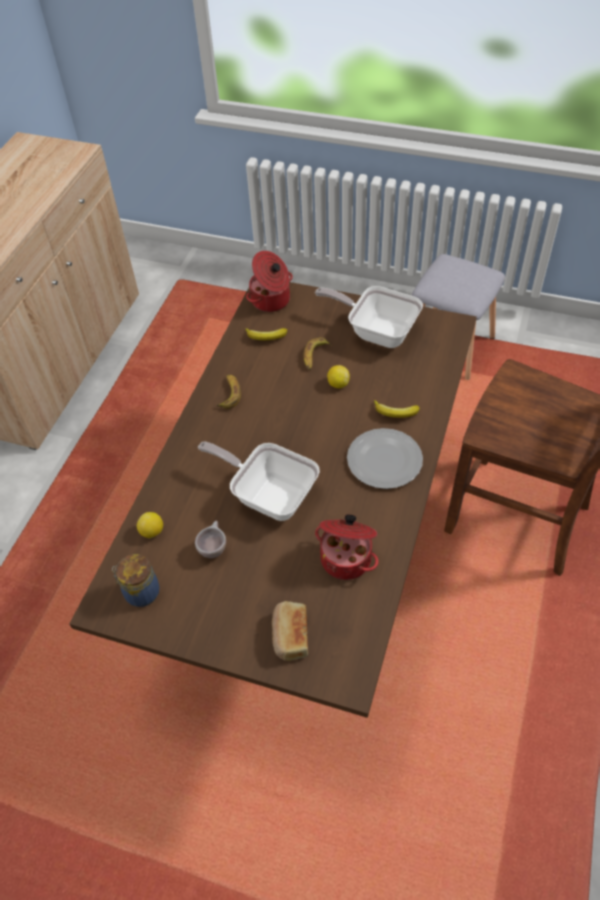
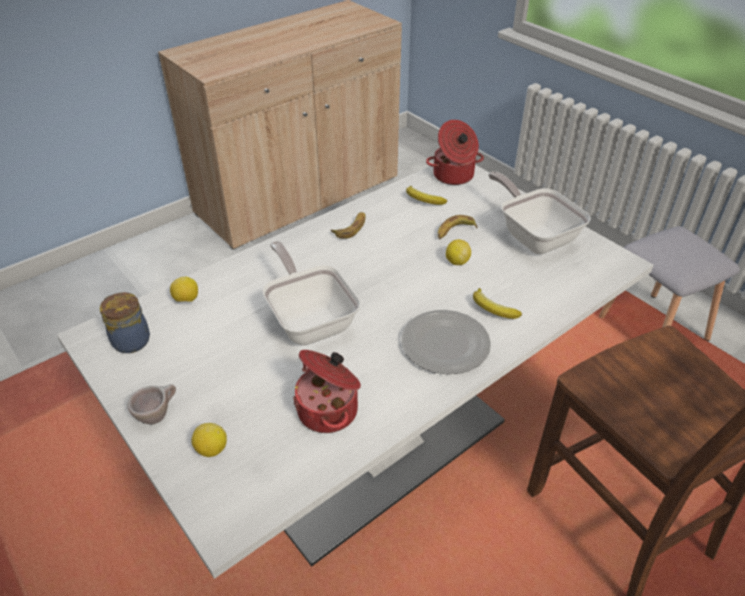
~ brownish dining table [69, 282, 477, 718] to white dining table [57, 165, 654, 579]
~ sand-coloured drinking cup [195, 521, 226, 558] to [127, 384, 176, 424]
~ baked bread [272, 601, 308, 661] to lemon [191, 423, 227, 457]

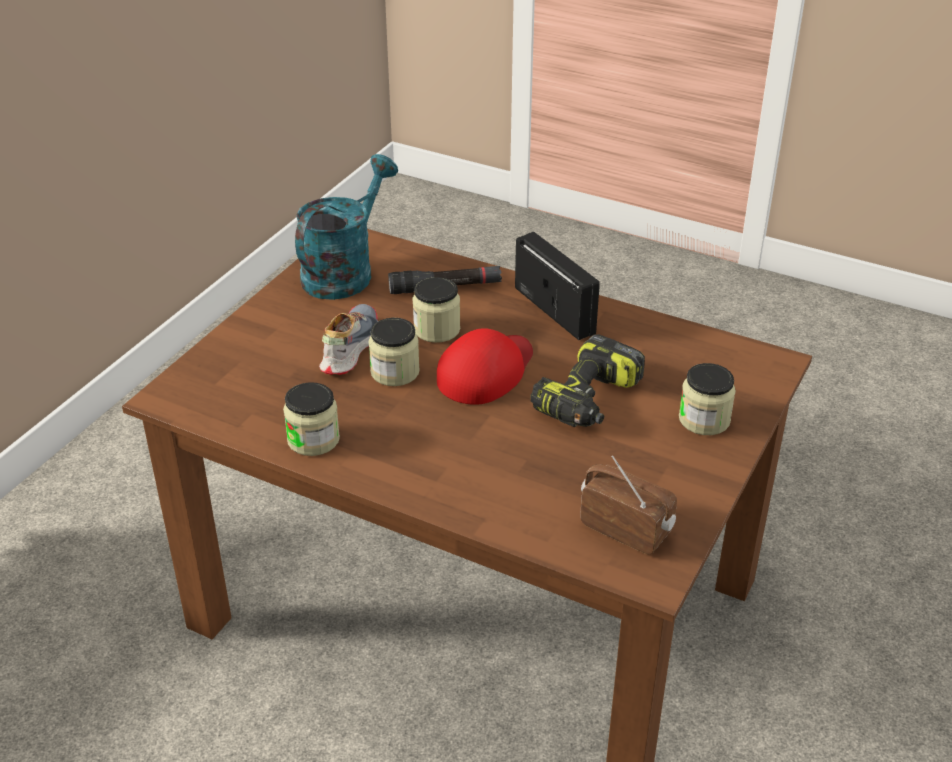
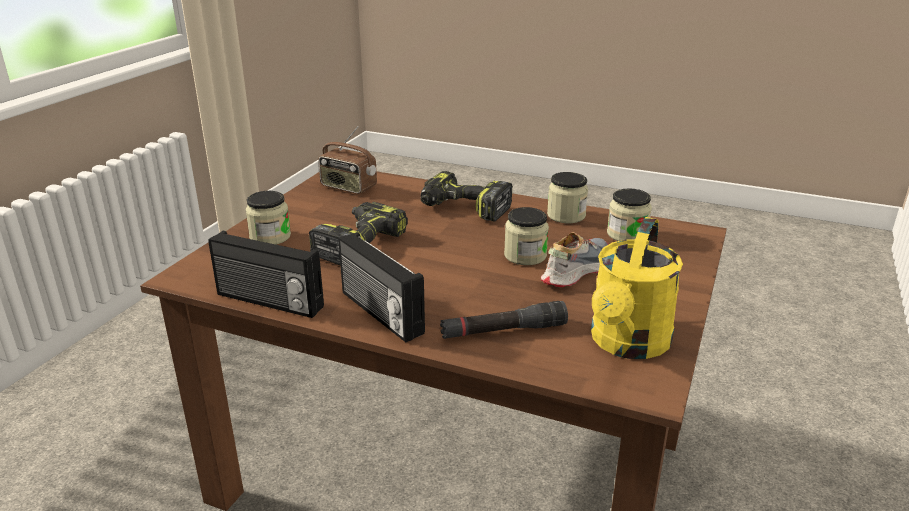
~ turquoise-coloured watering pot [295, 154, 398, 300] to yellow watering pot [591, 217, 683, 359]
~ low shoe [319, 304, 378, 375] = [541, 232, 609, 287] 150 degrees counterclockwise
~ jar [412, 277, 460, 343] to [607, 188, 652, 241]
- red cap [437, 328, 533, 405]
+ radio [208, 231, 324, 318]
+ electric drill [420, 171, 513, 222]

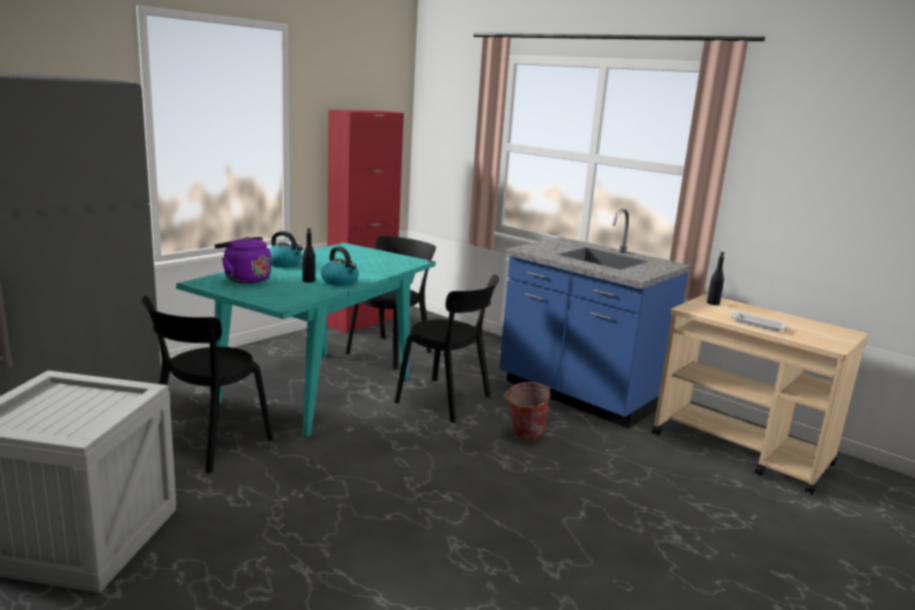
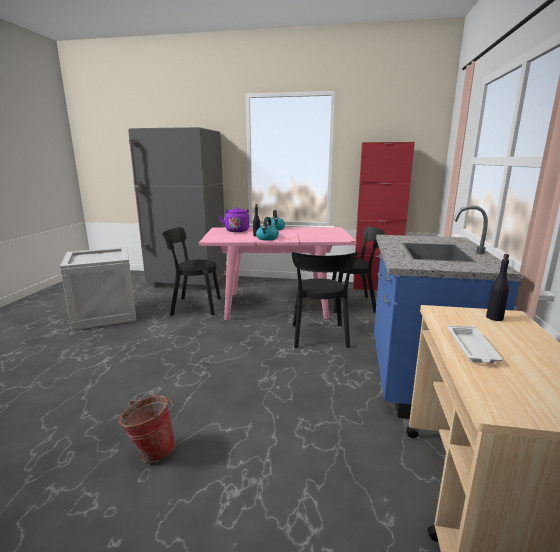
~ turquoise-coloured dining table [176, 243, 436, 437] to pink dining table [198, 227, 357, 321]
~ pail [504, 382, 551, 440] to [119, 395, 176, 463]

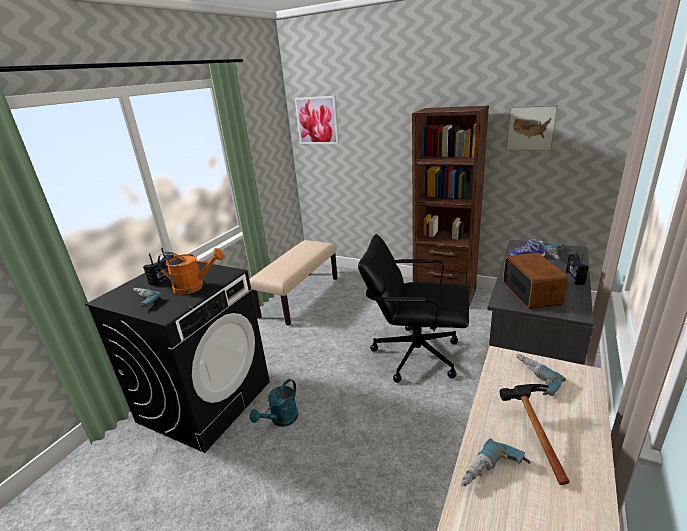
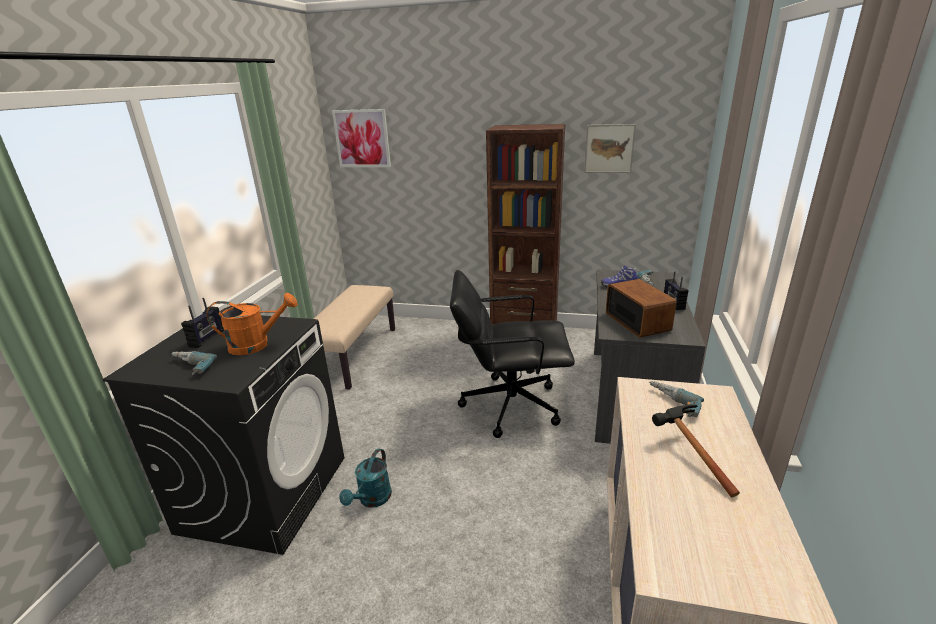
- electric drill [461, 438, 531, 486]

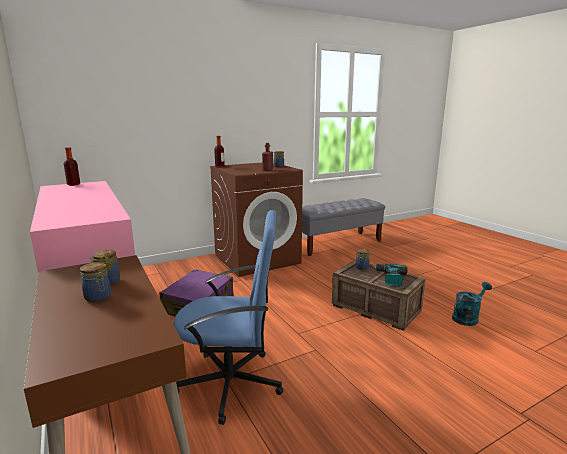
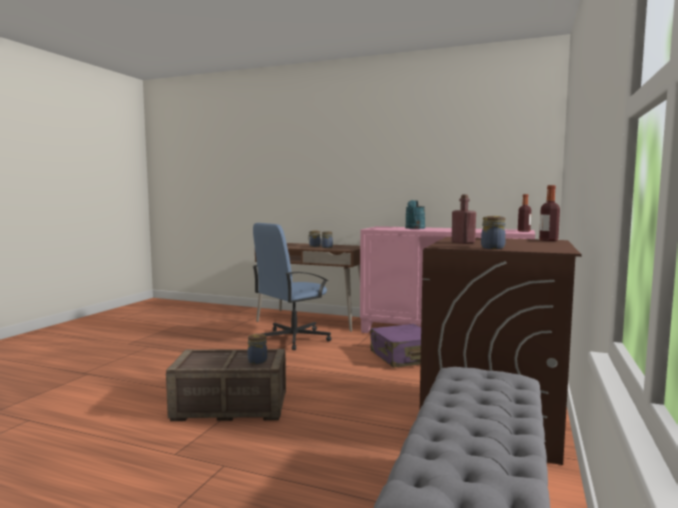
- electric drill [372, 264, 408, 287]
~ turquoise-coloured watering pot [452, 282, 492, 326] to [405, 200, 425, 229]

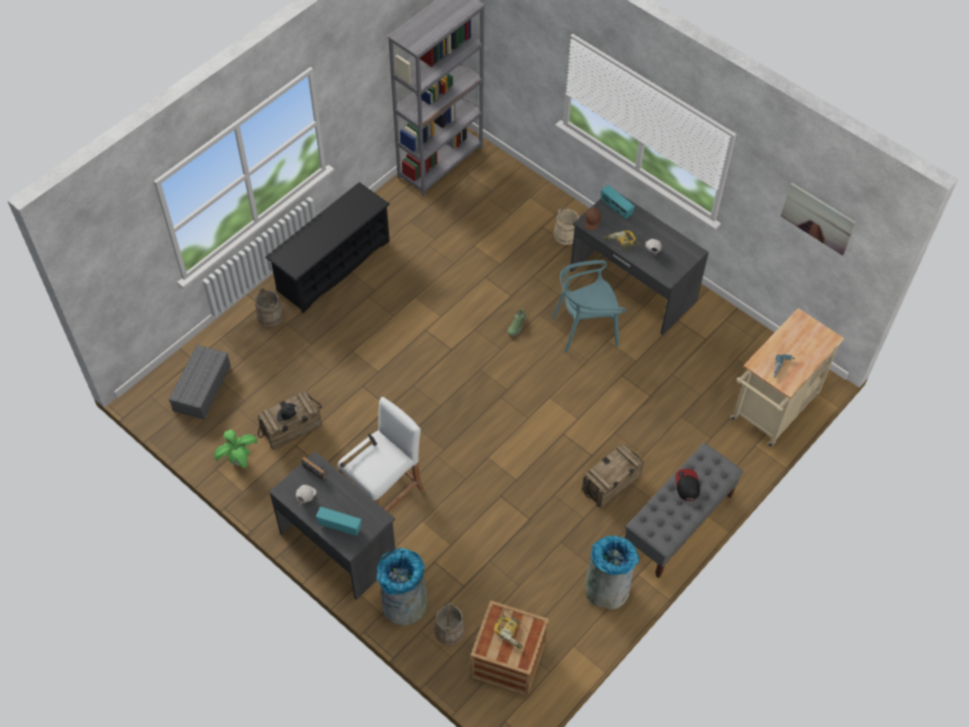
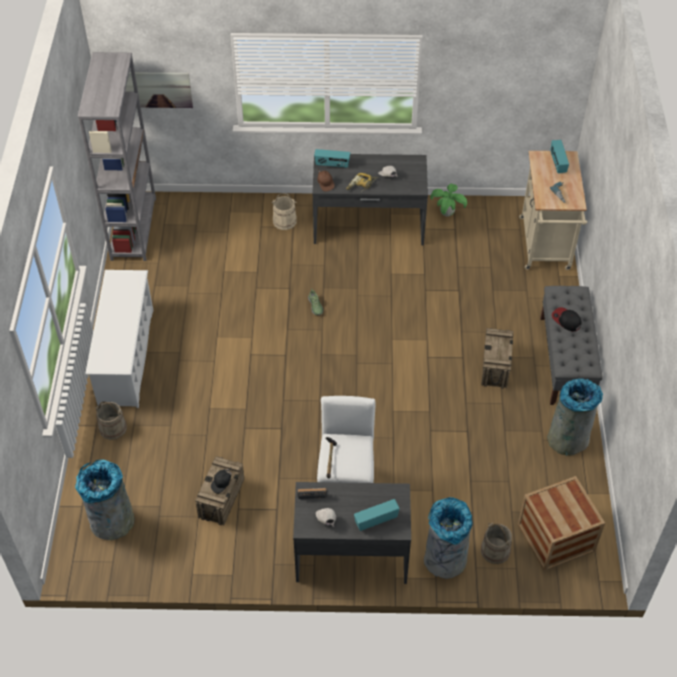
~ gray storage bin [169, 345, 231, 420] to gray rubbish bin [75, 460, 134, 540]
~ houseplant [214, 430, 257, 468] to [430, 184, 467, 217]
~ blackish shoe rack [265, 182, 390, 313] to white shoe rack [85, 270, 153, 408]
- electric drill [494, 609, 528, 649]
- turquoise-coloured upright chair [552, 260, 626, 353]
~ wall picture [781, 182, 856, 256] to [126, 72, 193, 108]
+ radio [550, 140, 569, 174]

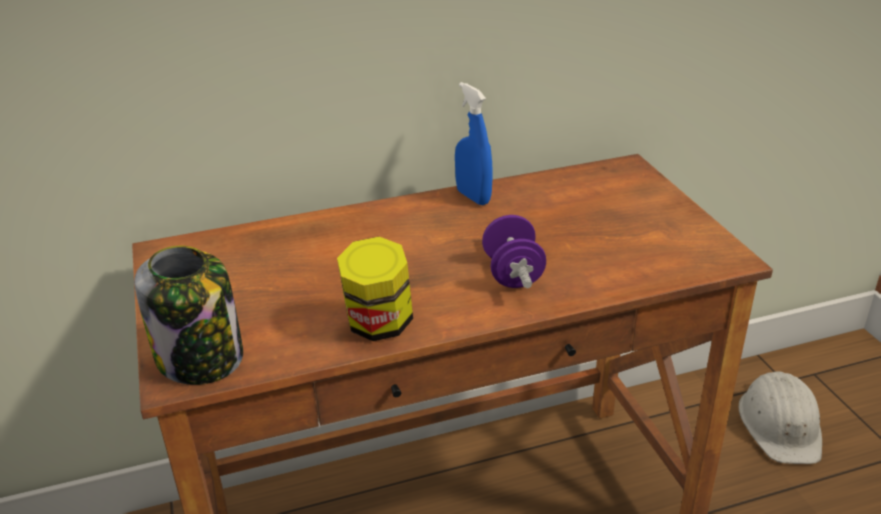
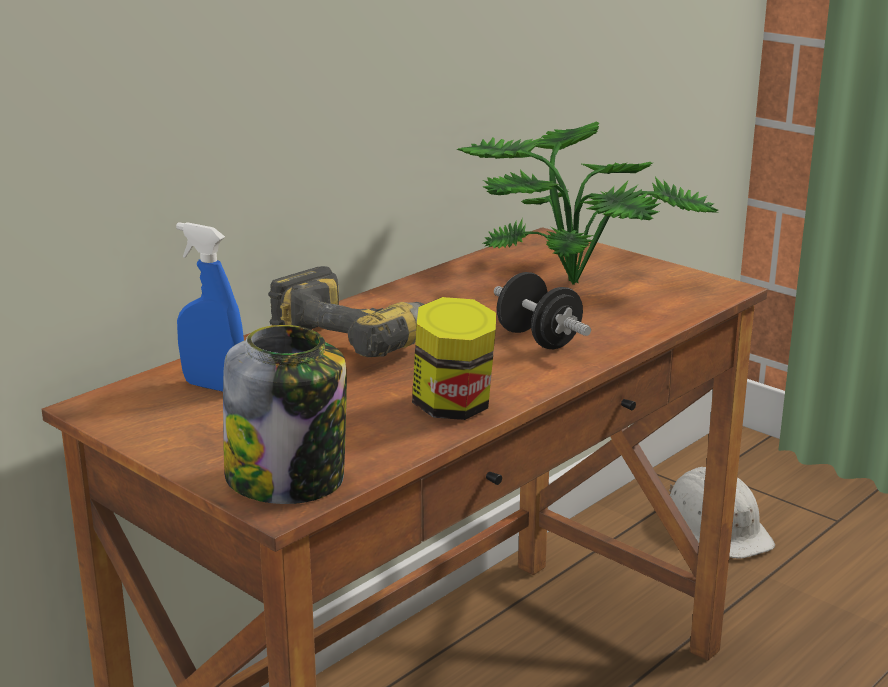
~ blue sprayer [455, 82, 493, 205] to [176, 222, 244, 392]
~ purple dumbbell [482, 215, 546, 288] to blackish dumbbell [494, 272, 591, 349]
+ electric drill [268, 266, 424, 357]
+ houseplant [456, 121, 718, 284]

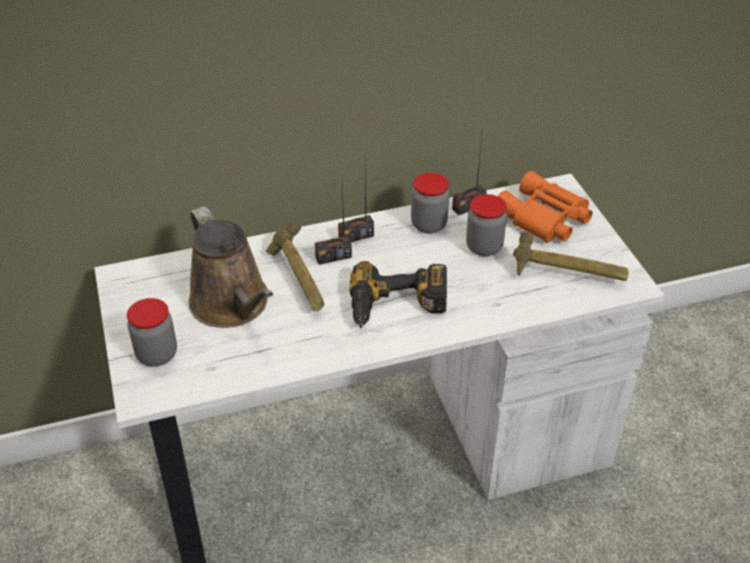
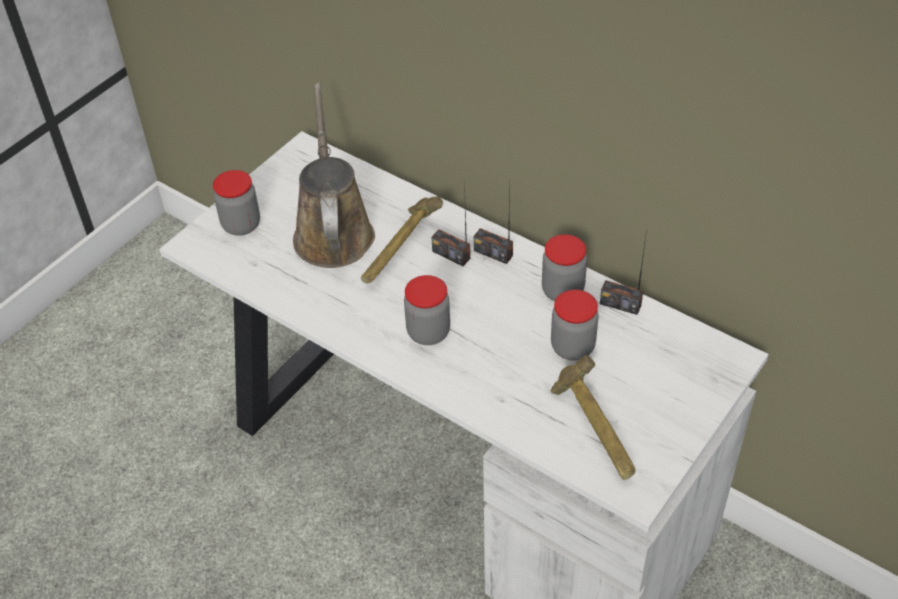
~ brownish watering pot [189, 206, 273, 328] = [293, 83, 375, 268] 150 degrees clockwise
~ electric drill [349, 261, 447, 328] to jar [404, 275, 450, 345]
- orange-coloured field glasses [498, 171, 593, 243]

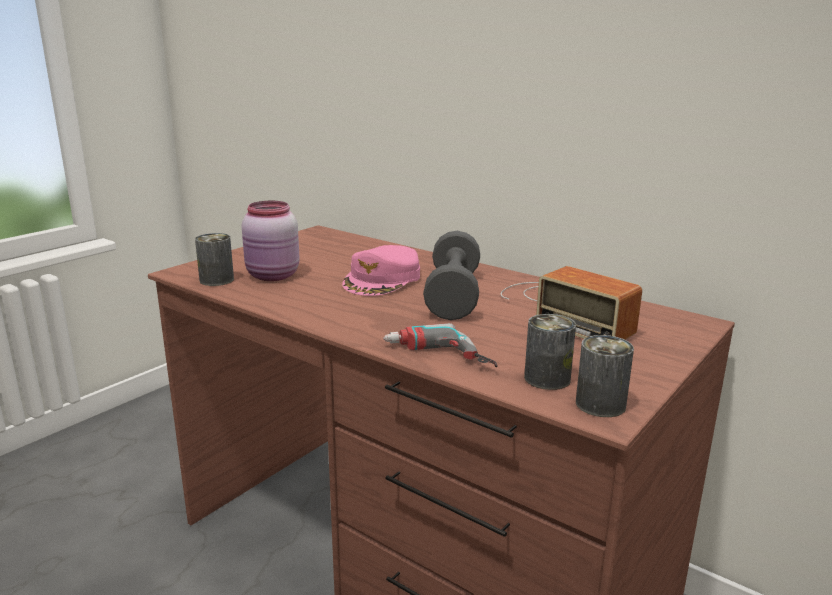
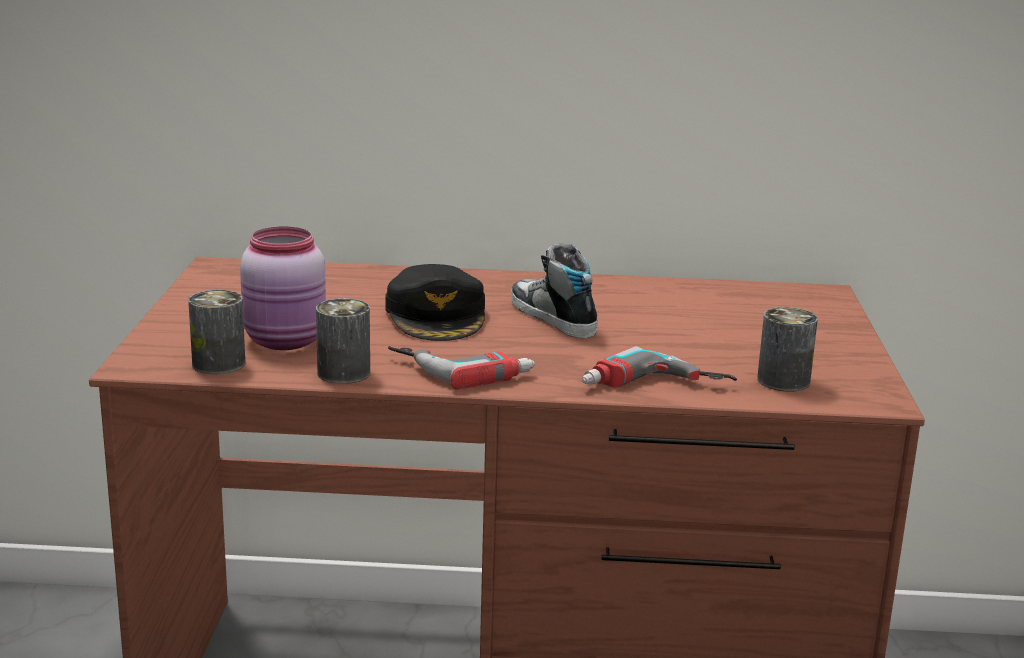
~ pink cap [342, 245, 420, 296] to blackish cap [385, 264, 485, 341]
~ gray dumbbell [423, 231, 480, 320] to low shoe [511, 244, 598, 338]
- radio [501, 266, 642, 340]
~ metal can [576, 335, 634, 417] to [316, 298, 370, 384]
+ electric drill [388, 346, 535, 390]

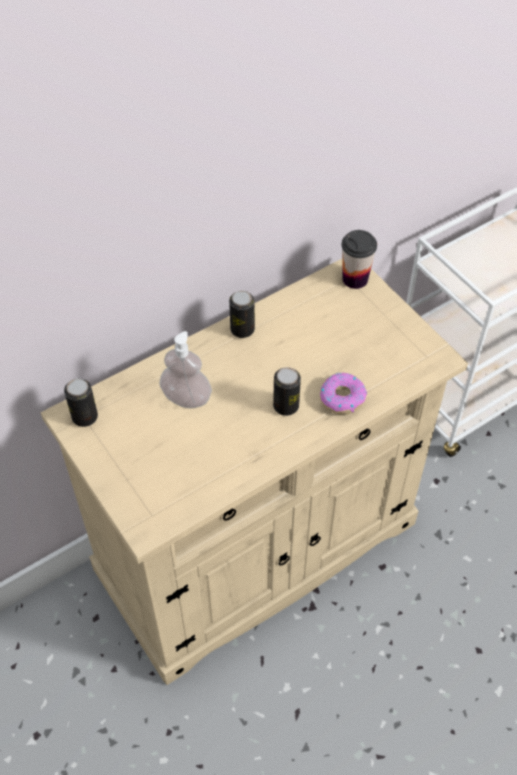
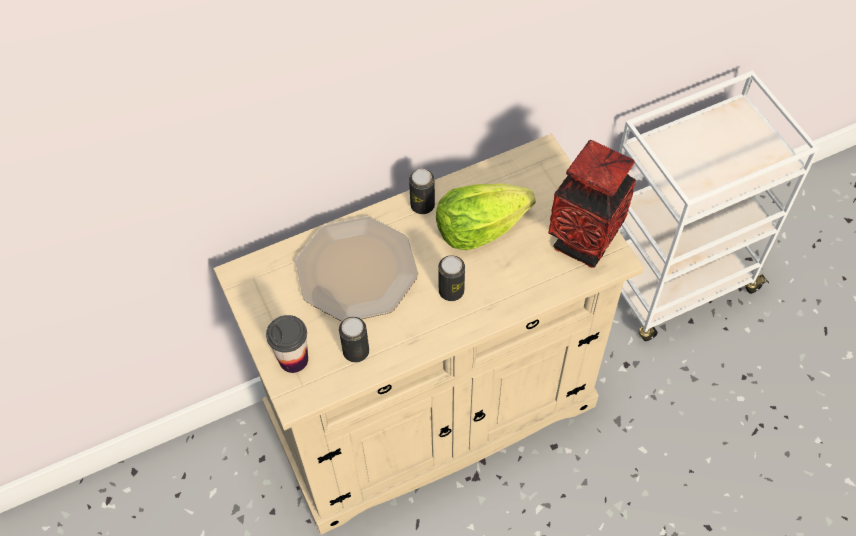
~ metal can [64, 378, 98, 427] to [339, 317, 369, 363]
~ liquid soap bottle [159, 331, 212, 408] to flat dish [295, 217, 418, 322]
- ring doughnut [320, 373, 367, 414]
~ drinking cup [341, 230, 377, 289] to [266, 315, 308, 373]
+ lettuce [436, 183, 535, 250]
+ flower vase [548, 140, 636, 268]

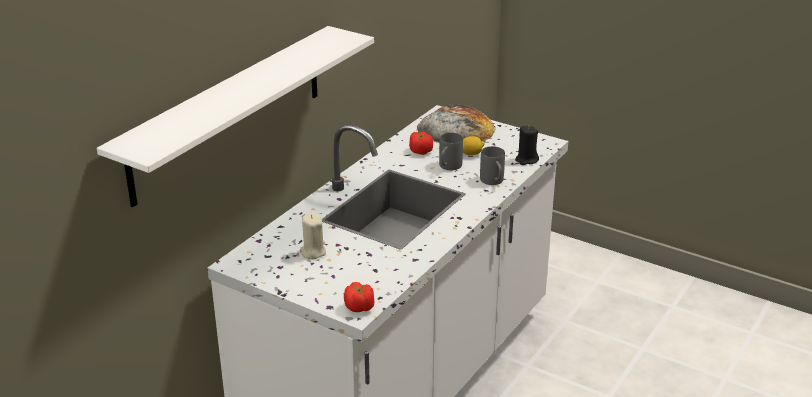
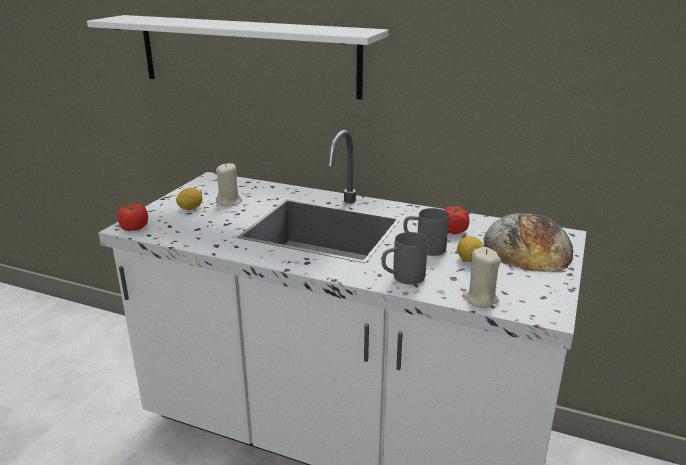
~ blackish wax light [515, 126, 539, 165] to sand-coloured wax light [462, 247, 501, 308]
+ lemon [176, 188, 203, 210]

